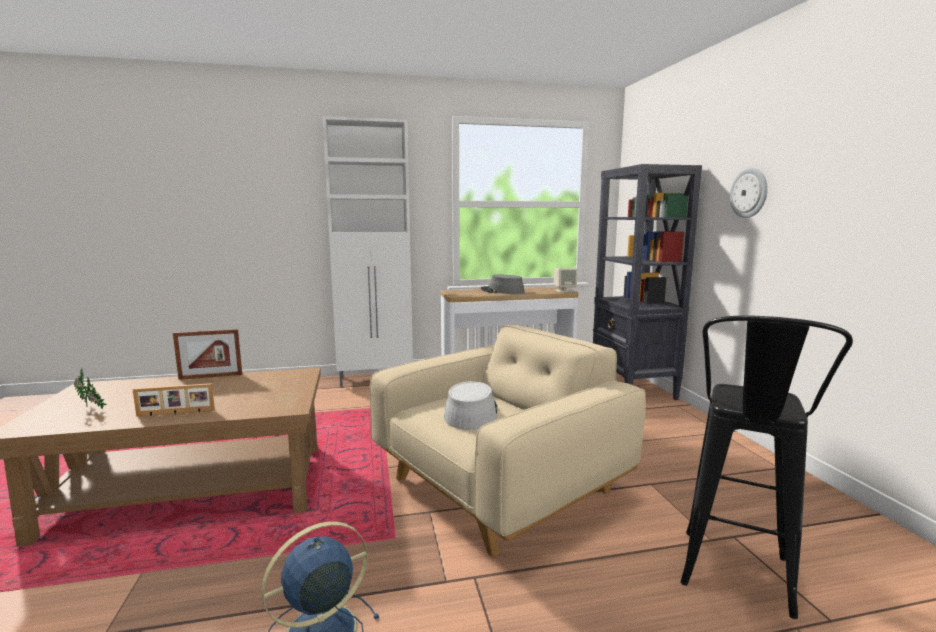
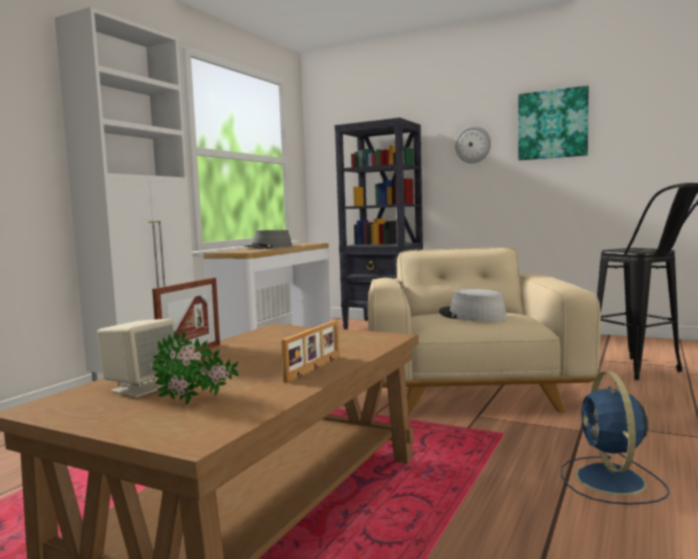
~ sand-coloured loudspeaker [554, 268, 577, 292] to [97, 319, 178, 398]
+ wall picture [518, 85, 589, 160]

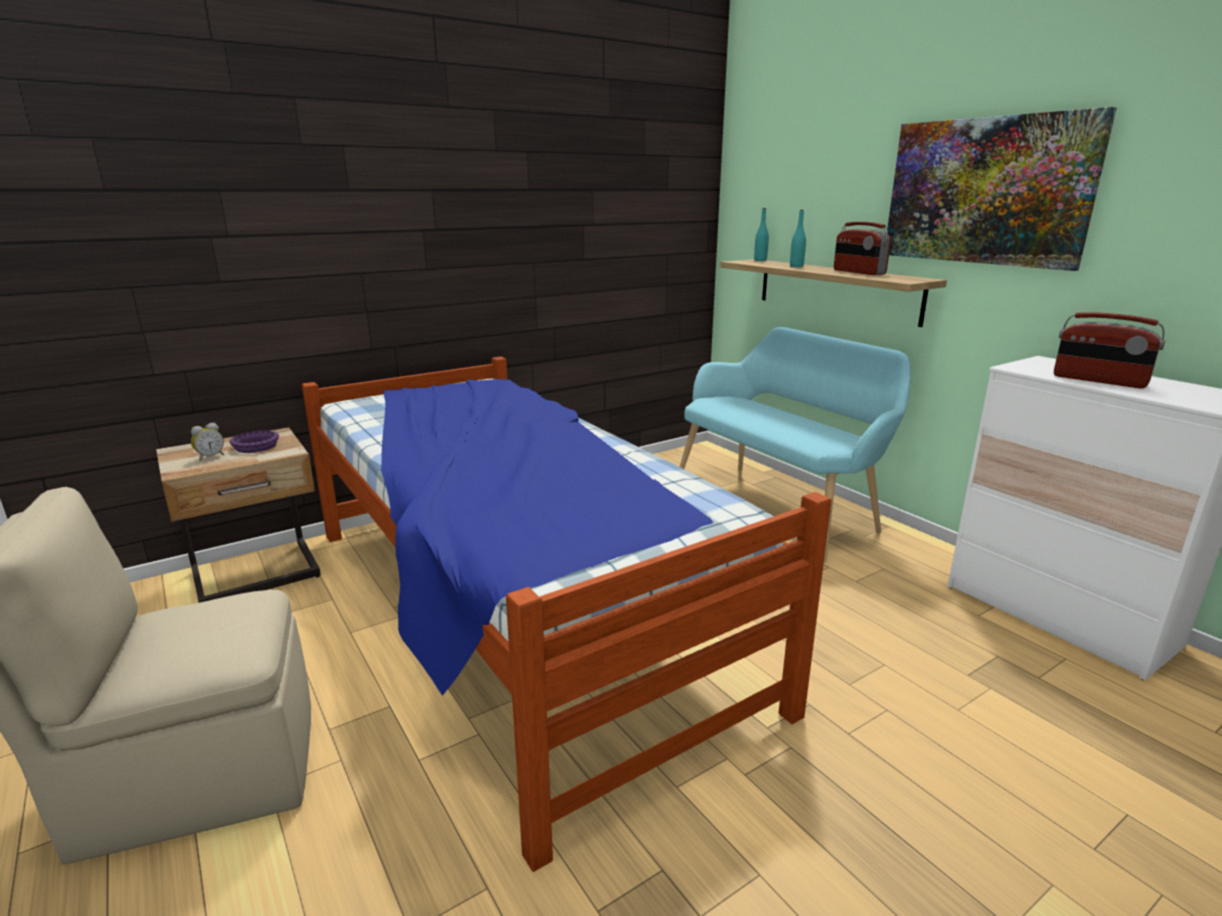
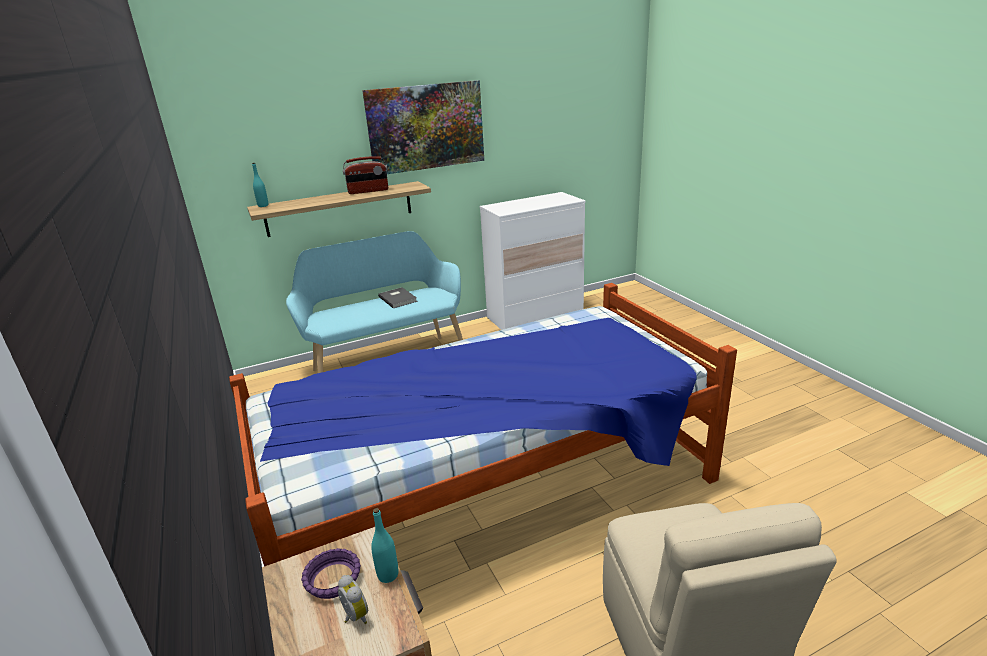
~ turquoise-coloured beverage bottle [790, 210, 806, 267] to [371, 508, 398, 583]
- radio [1054, 312, 1165, 388]
+ gray volume [378, 287, 418, 308]

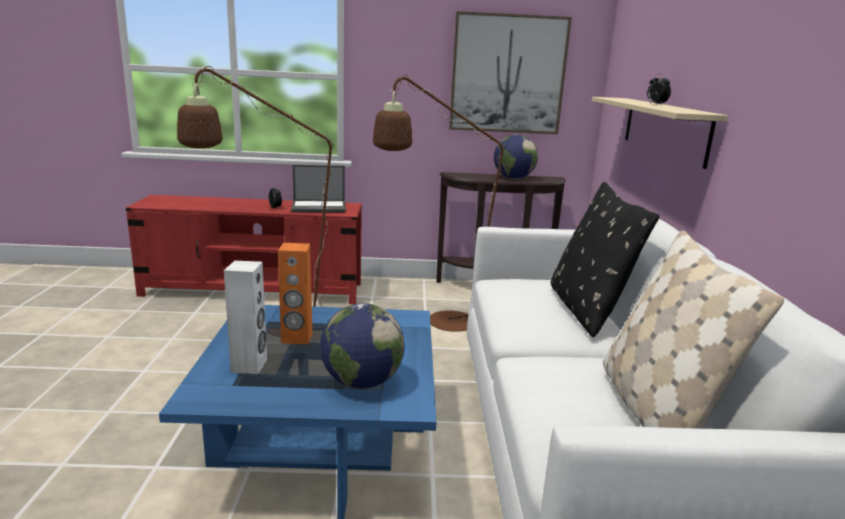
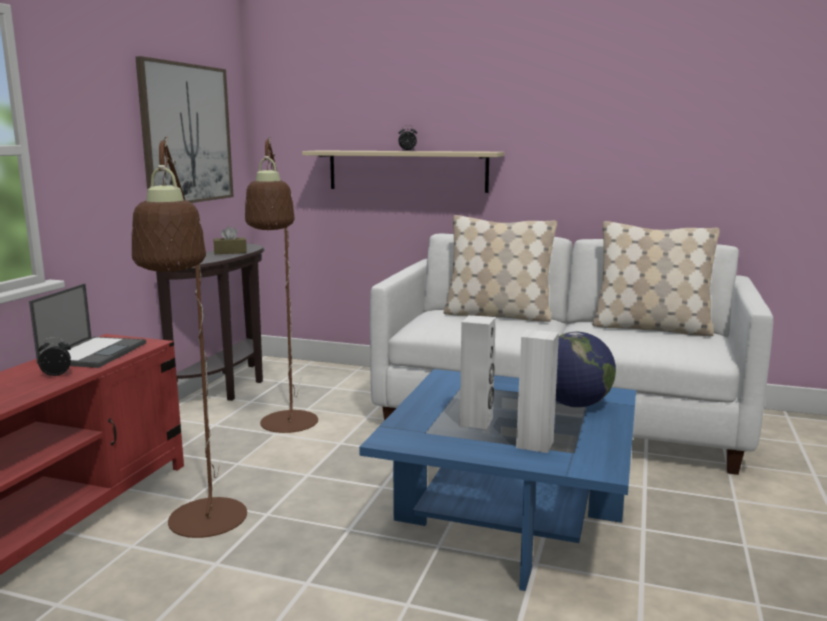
~ orange-coloured loudspeaker [278, 243, 313, 344] to white loudspeaker [460, 315, 496, 429]
~ world globe [494, 134, 538, 179] to brownish tissue holder [213, 226, 247, 254]
~ blackish pillow [551, 182, 659, 337] to sand-coloured pillow [443, 215, 557, 322]

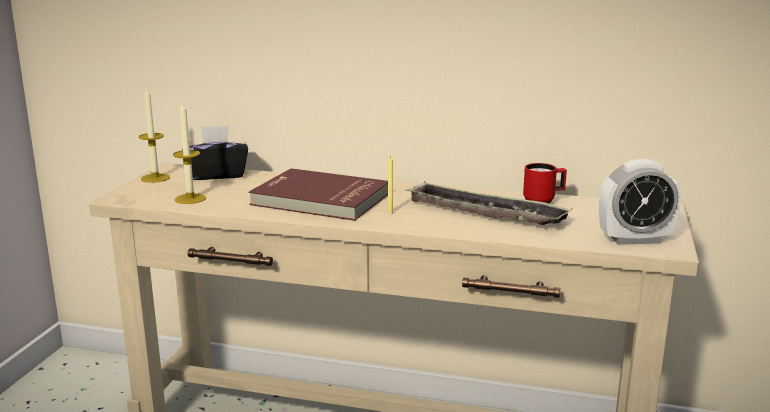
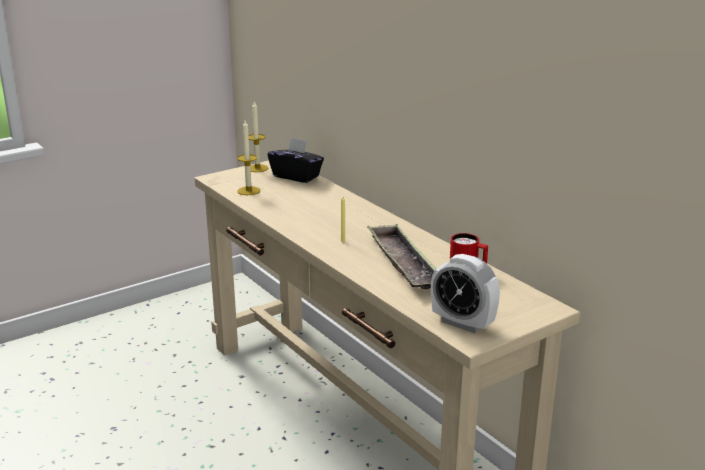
- red volume [249, 168, 388, 221]

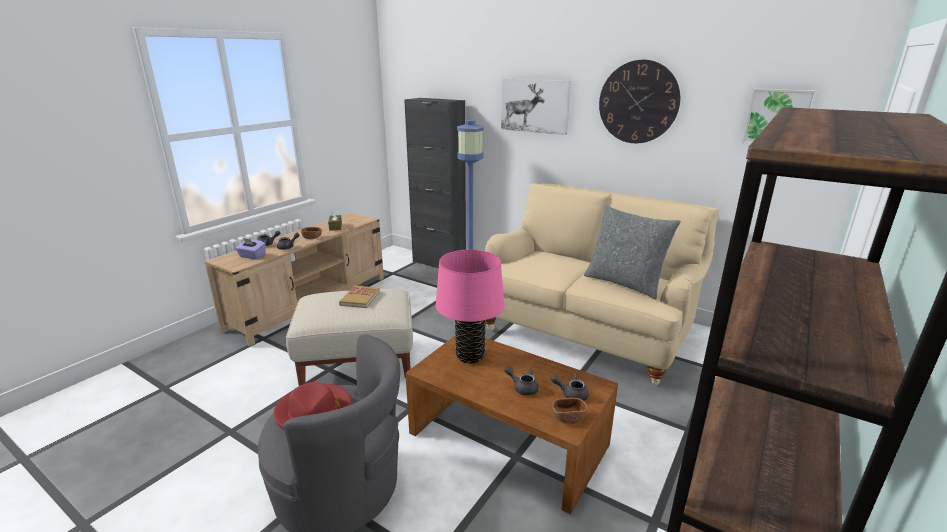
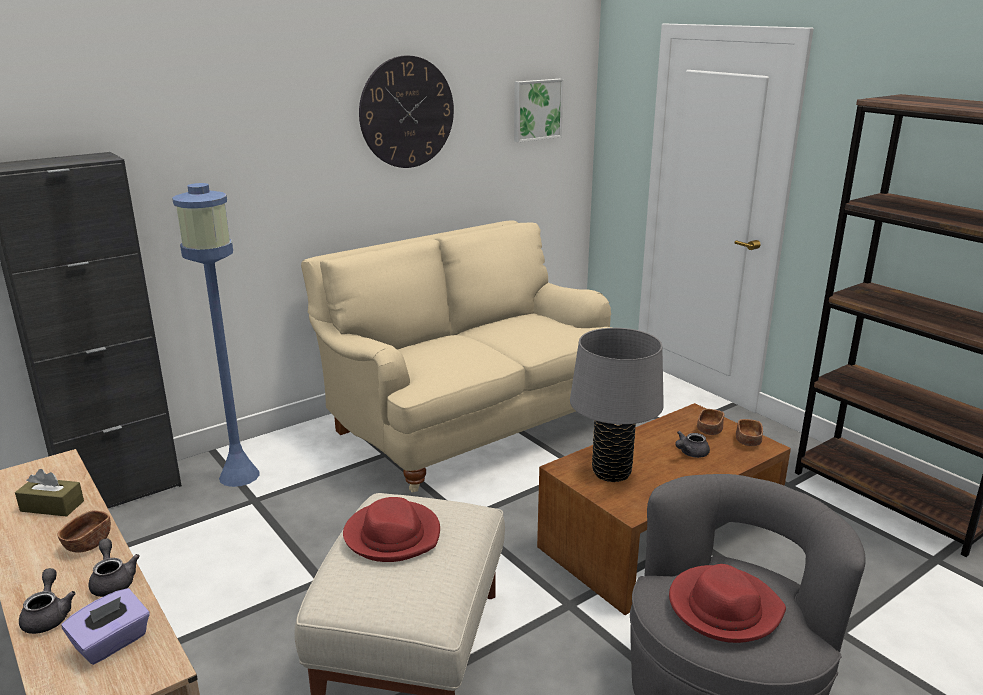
~ volume [339, 286, 380, 308] to red wearable hat [343, 497, 440, 562]
~ pink tabletop lamp [436, 250, 504, 363] to gray tabletop lamp [570, 328, 664, 482]
- wall picture [501, 79, 571, 135]
~ gray teapot [551, 373, 589, 401] to brownish deep dish [697, 409, 724, 435]
- gray pillow [584, 205, 681, 299]

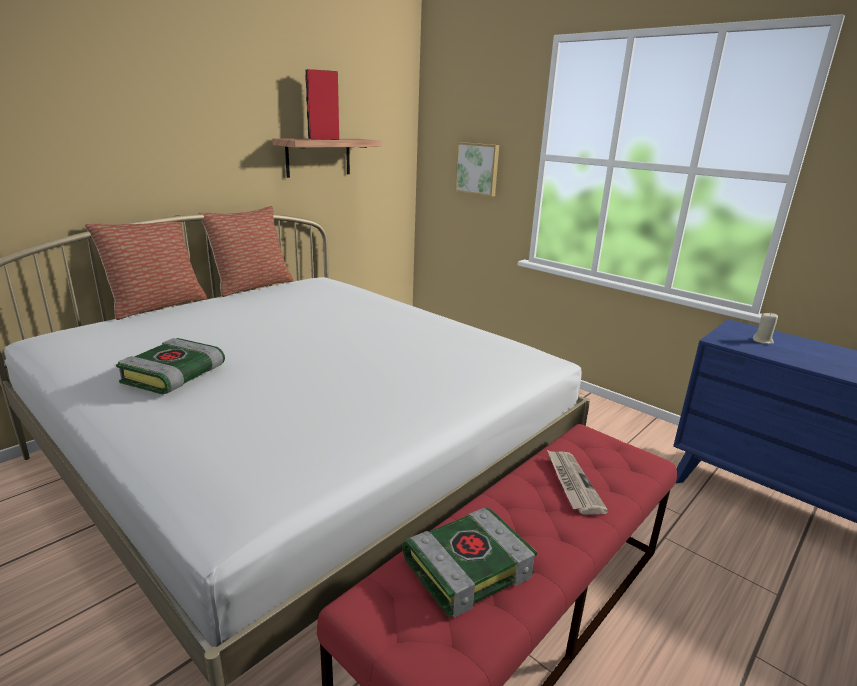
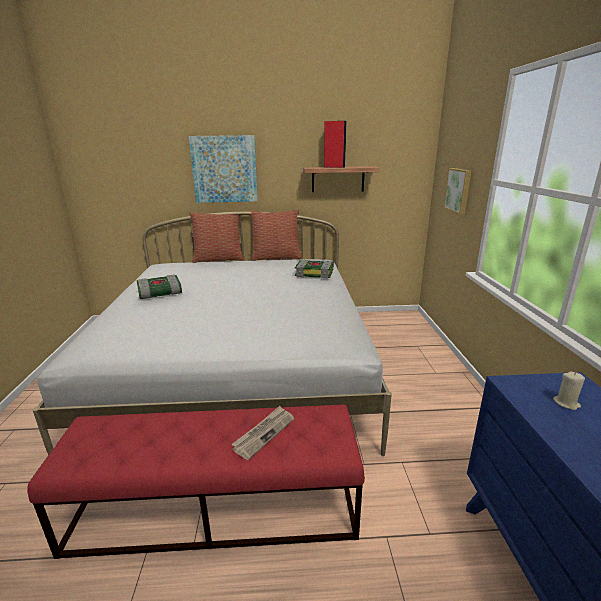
~ volume [402, 508, 537, 618] to [295, 260, 334, 279]
+ wall picture [189, 135, 258, 203]

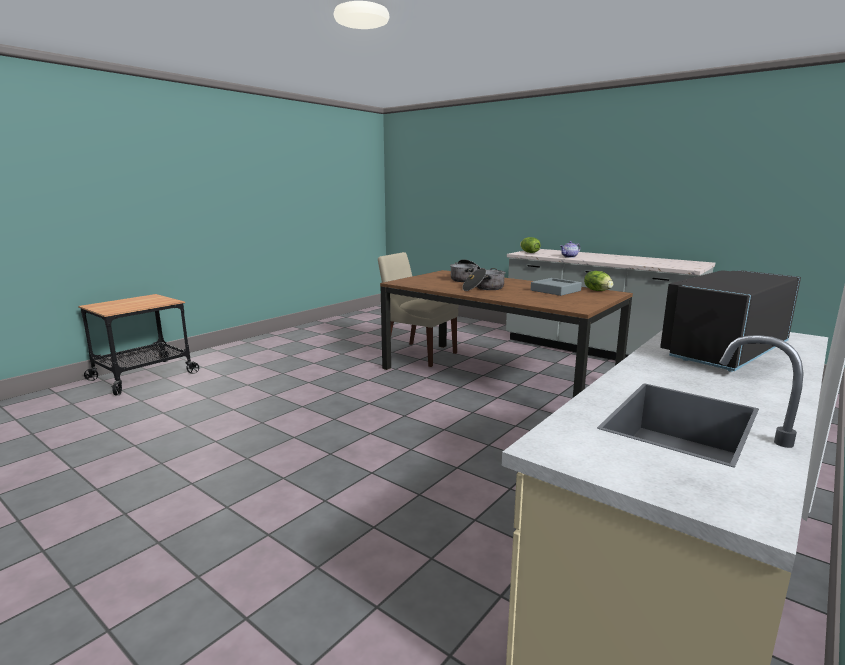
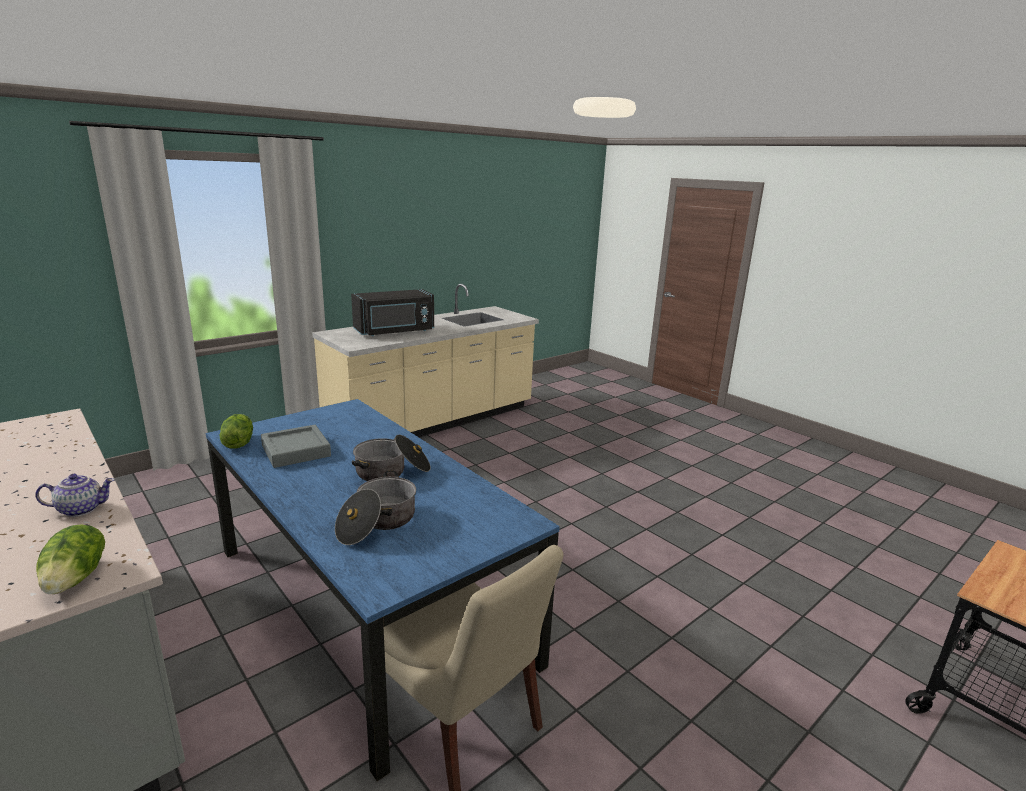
~ brownish dining table [380, 270, 633, 398] to blue dining table [206, 399, 560, 781]

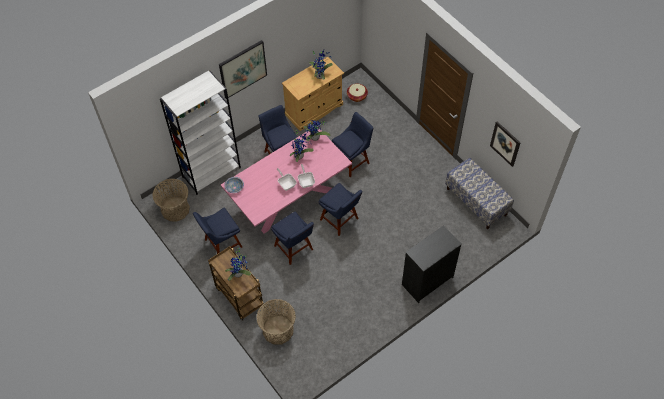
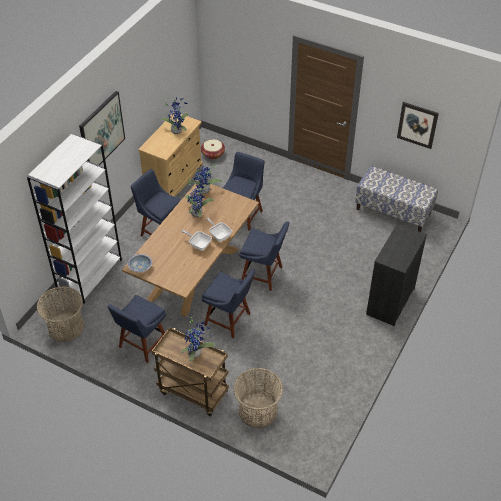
~ pink dining table [221, 126, 352, 233] to brownish dining table [122, 180, 259, 317]

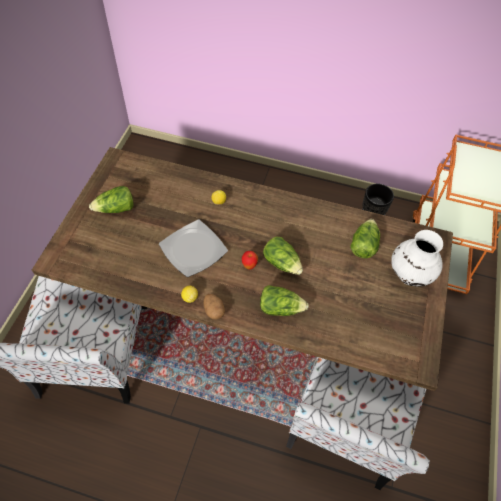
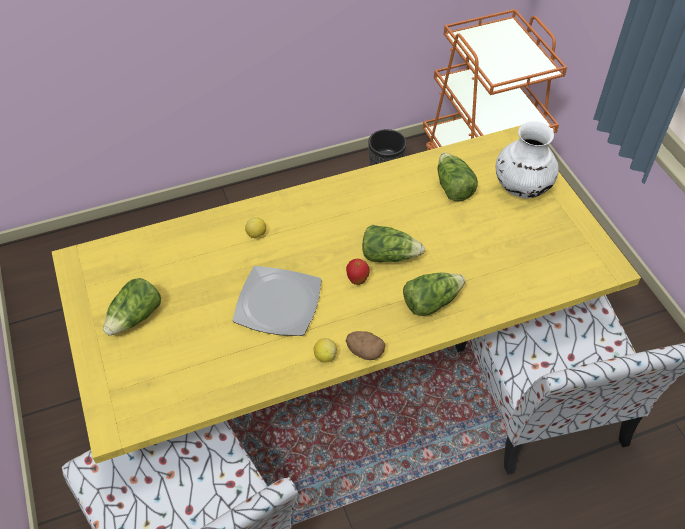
~ brownish dining table [32, 147, 453, 391] to yellow dining table [52, 125, 641, 464]

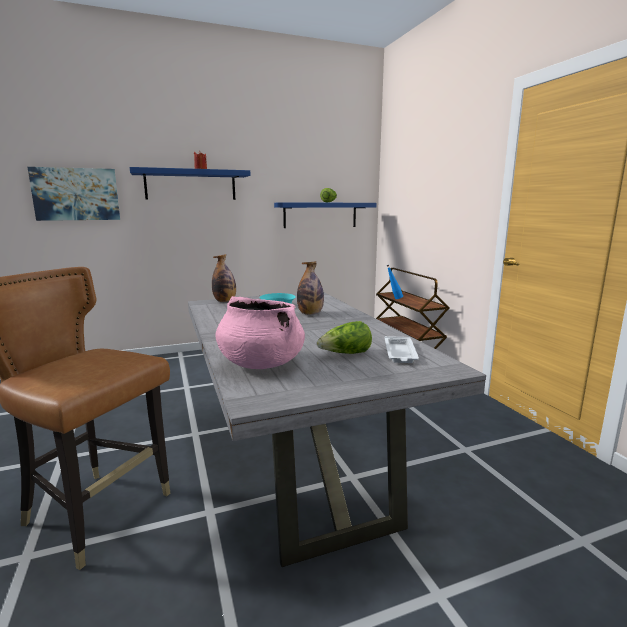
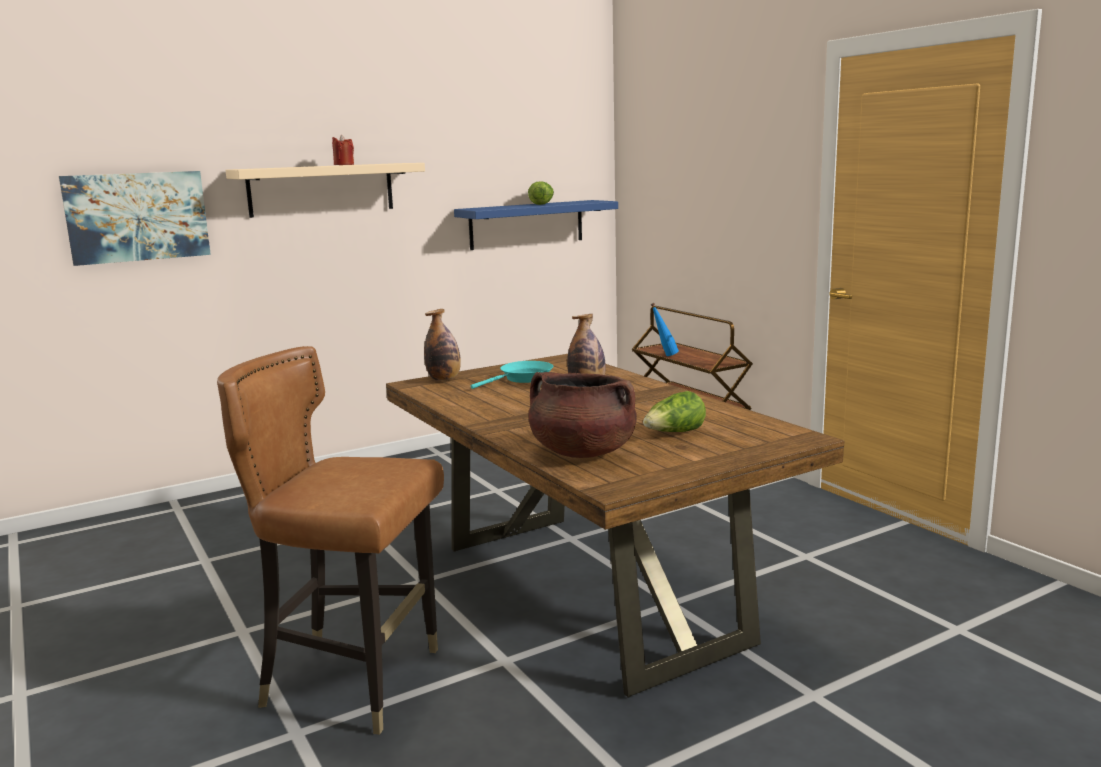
~ blue shelf [130, 167, 251, 200] to sand-coloured shelf [225, 163, 425, 218]
~ gray dining table [188, 293, 486, 567] to brownish dining table [386, 354, 844, 698]
~ pink cooking pot [216, 296, 305, 369] to brownish cooking pot [528, 372, 637, 458]
- white serving tray [385, 336, 419, 363]

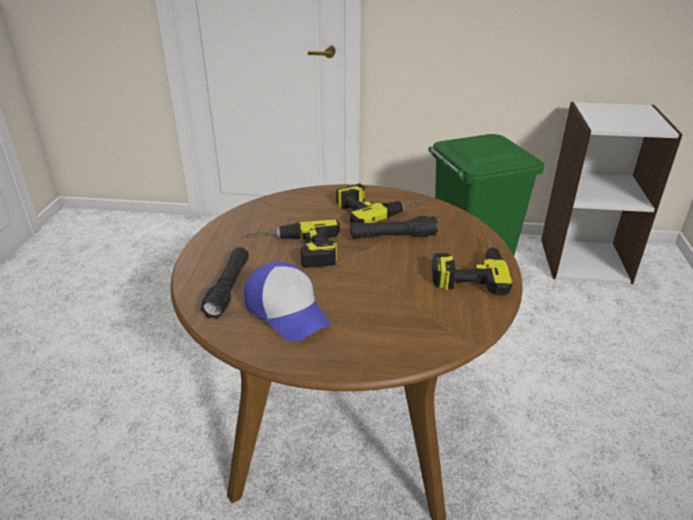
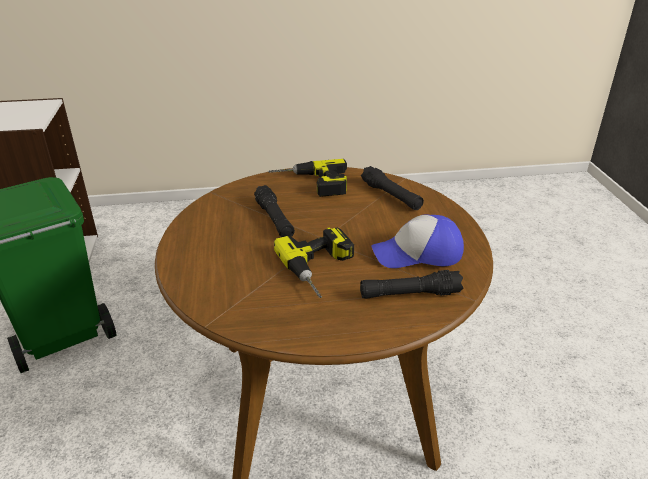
~ cap [244, 261, 331, 342] = [371, 214, 464, 268] 135 degrees counterclockwise
- electric drill [336, 183, 426, 223]
+ blackish flashlight [361, 166, 424, 210]

